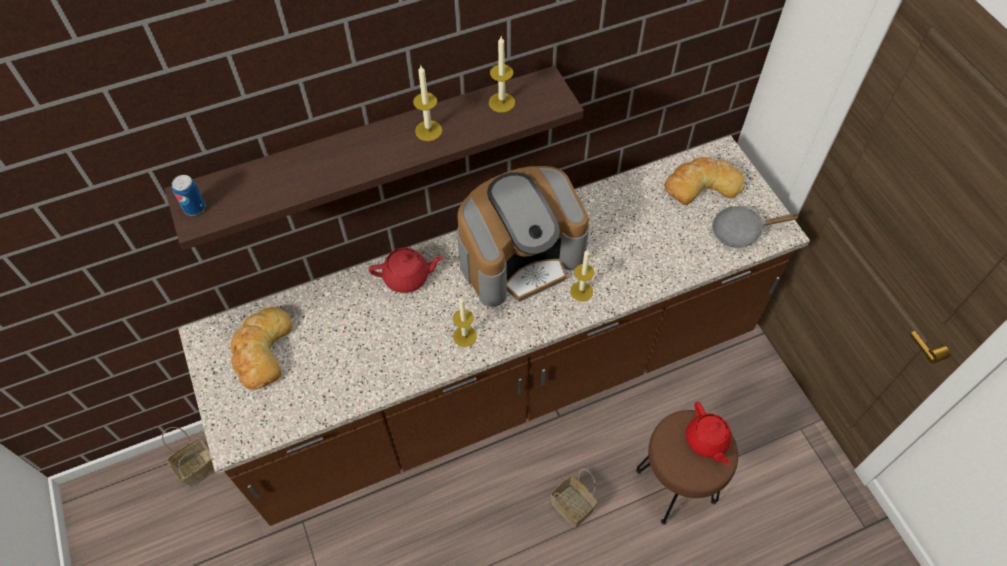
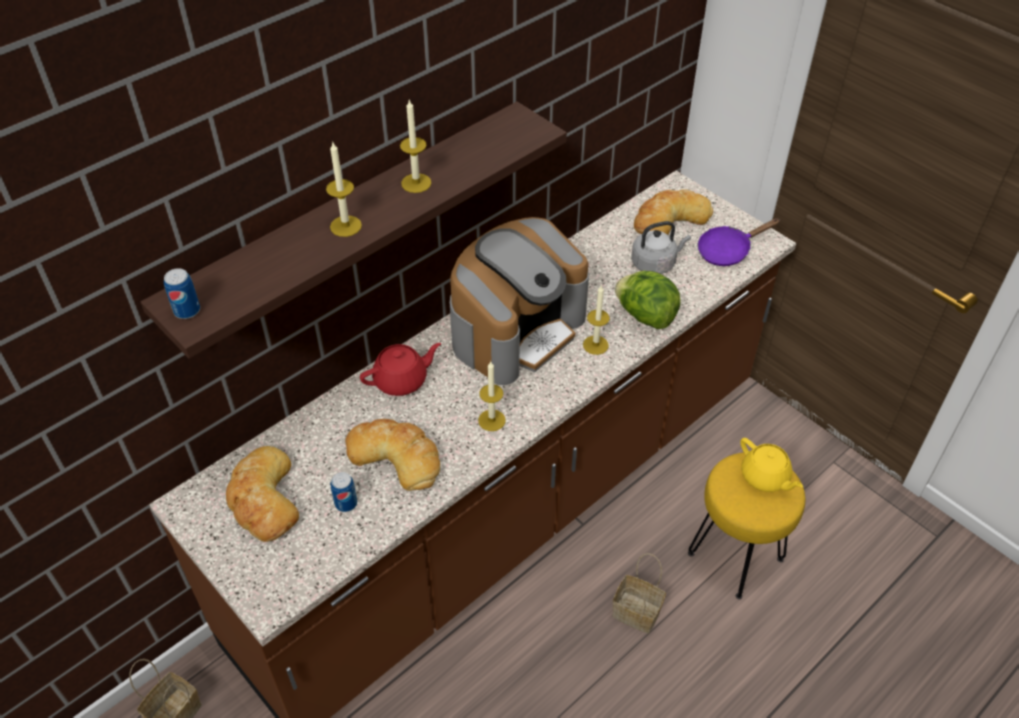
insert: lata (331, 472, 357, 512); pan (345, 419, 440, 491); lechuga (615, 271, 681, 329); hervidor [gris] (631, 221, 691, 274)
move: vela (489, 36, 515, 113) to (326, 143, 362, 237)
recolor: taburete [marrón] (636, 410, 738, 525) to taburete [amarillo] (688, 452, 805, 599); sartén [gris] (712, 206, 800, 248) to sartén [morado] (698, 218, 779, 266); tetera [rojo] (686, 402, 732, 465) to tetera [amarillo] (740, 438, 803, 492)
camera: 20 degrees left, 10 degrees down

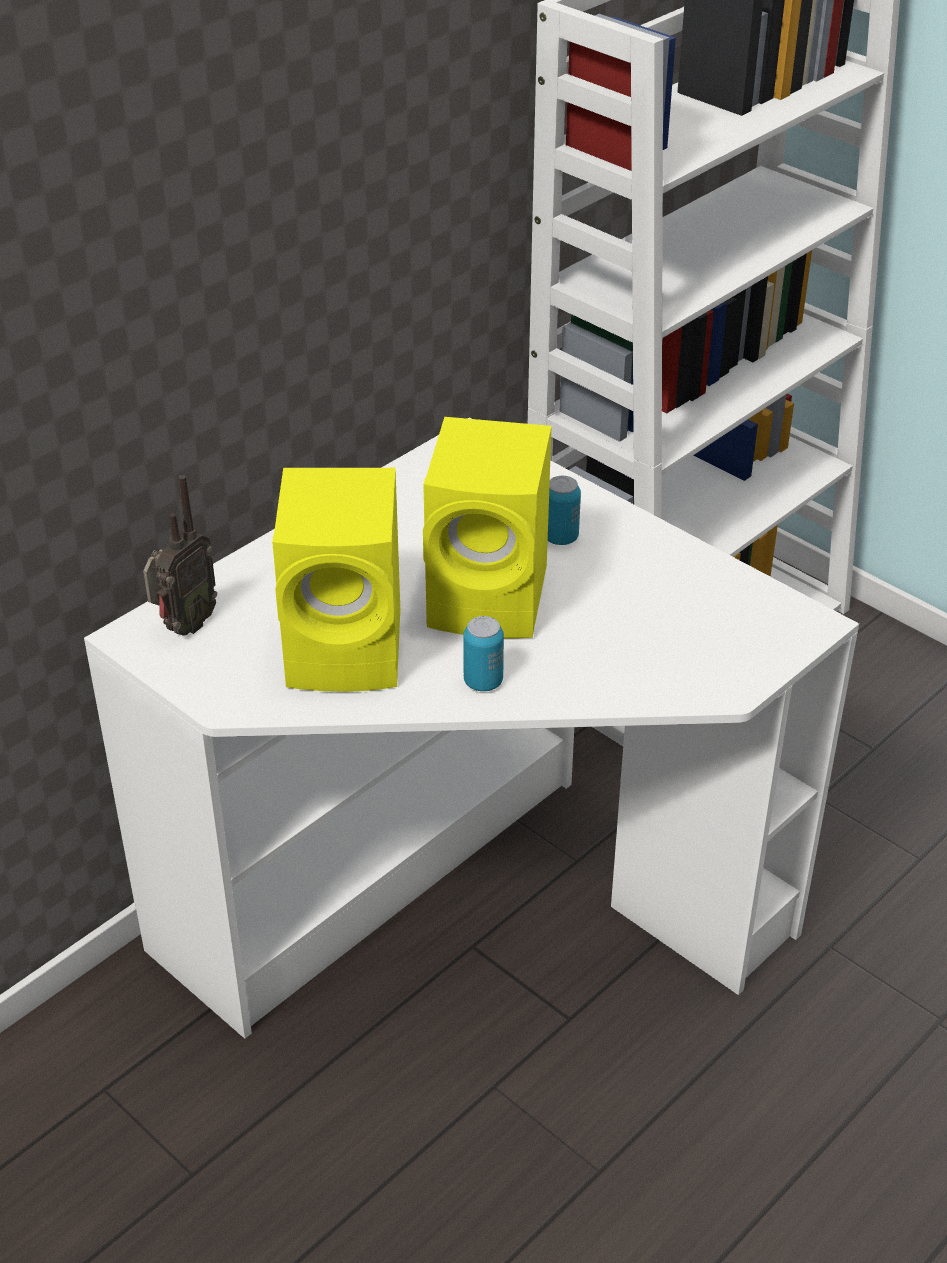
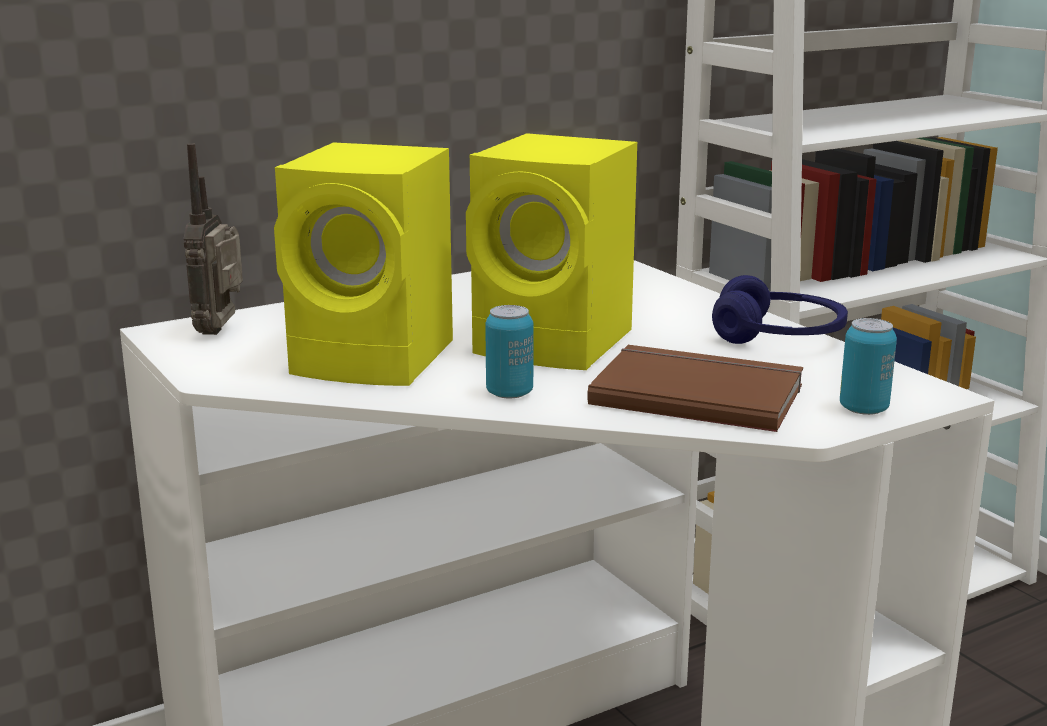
insert: libro [marrón] (587, 345, 803, 432); auriculares [azul] (712, 275, 848, 344)
move: lata (548, 476, 581, 545) to (840, 318, 897, 415)
rotate: radio (143, 475, 217, 636) = (183, 143, 243, 335) 135 degrees clockwise
camera: 15 degrees right, 20 degrees down

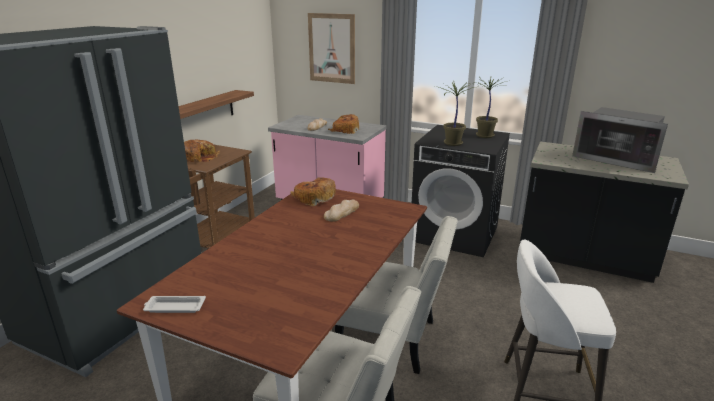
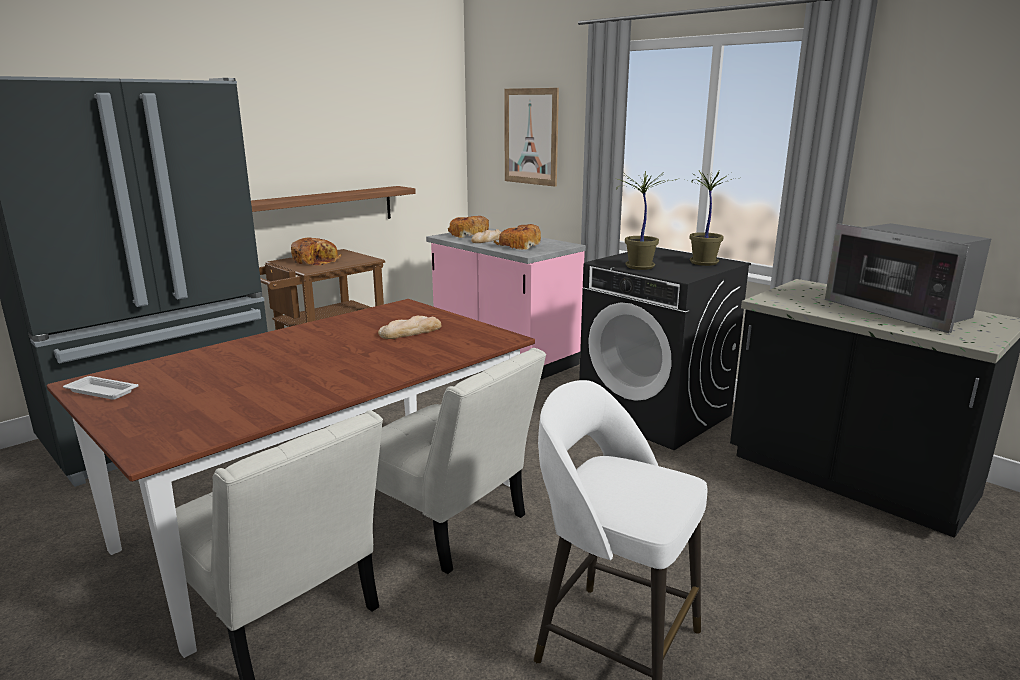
move: pan (290, 177, 336, 206) to (448, 216, 489, 238)
camera: 20 degrees right, 5 degrees down

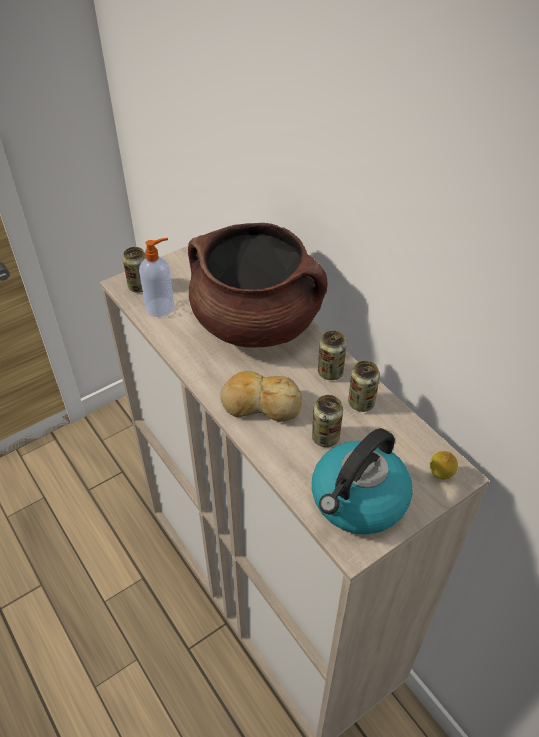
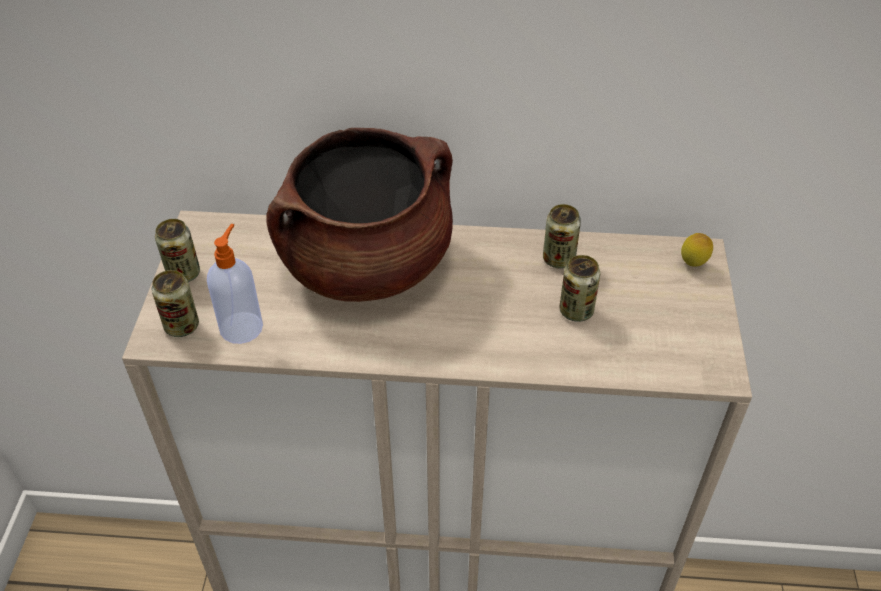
delete: pan (220, 371, 302, 422); hervidor (312, 428, 413, 534)
move: lata (318, 331, 347, 380) to (155, 219, 200, 282)
camera: 50 degrees left, 0 degrees up

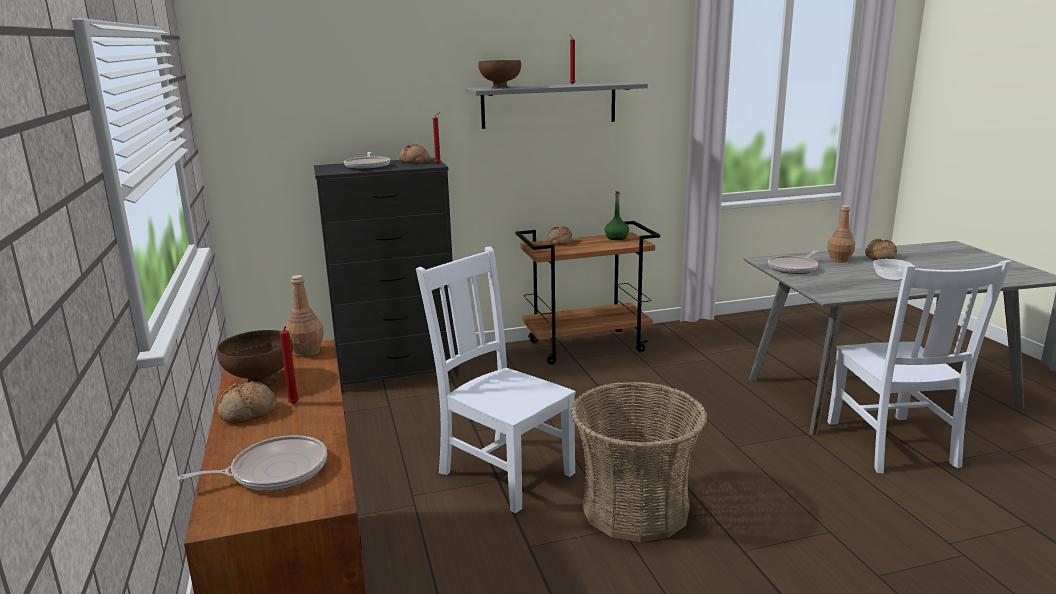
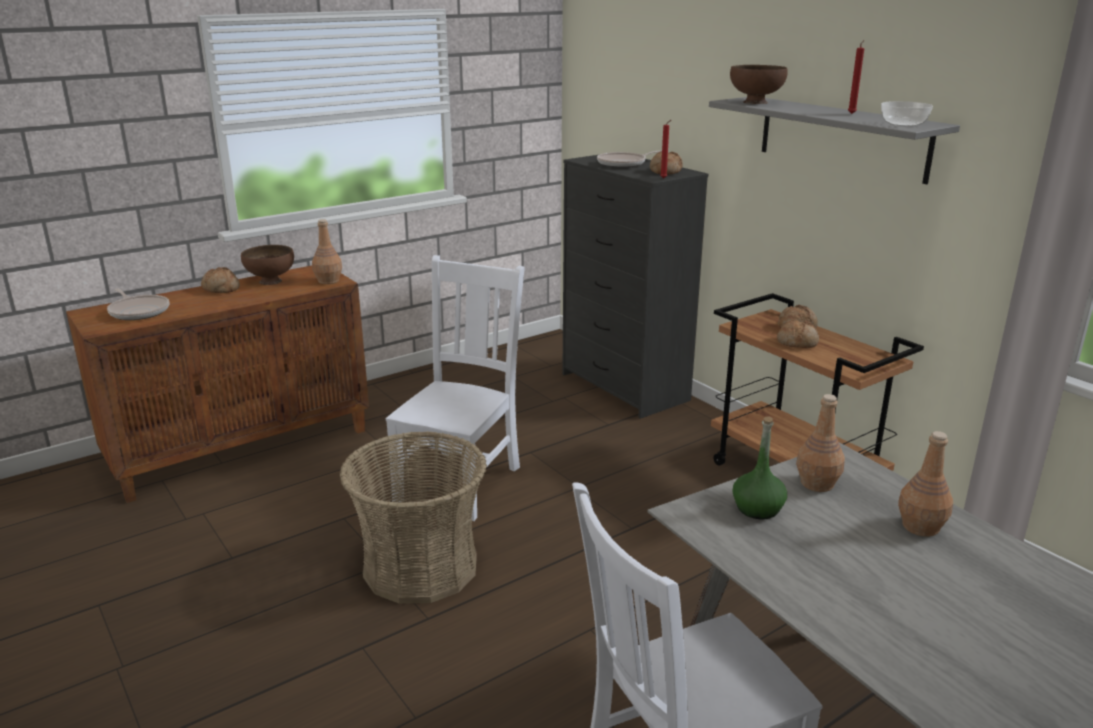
delete: vela [rojo] (280, 326, 299, 404)
move: botella [verde] (605, 191, 629, 240) to (732, 416, 787, 519); pan (865, 239, 897, 260) to (777, 319, 819, 348); cuenco (873, 259, 913, 281) to (881, 101, 933, 127)
replace: sartén (768, 251, 818, 274) to botella [marrón] (796, 394, 845, 492)
camera: 70 degrees right, 5 degrees up

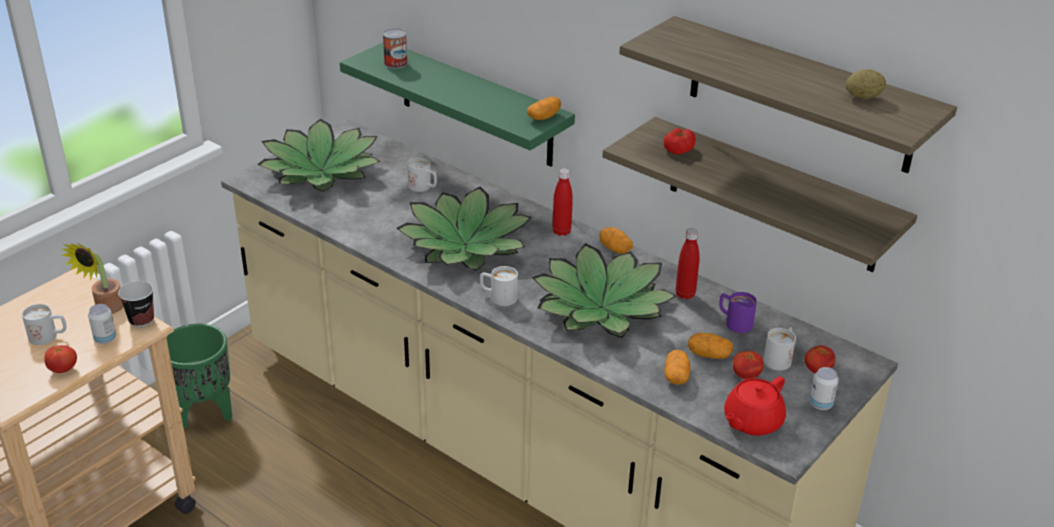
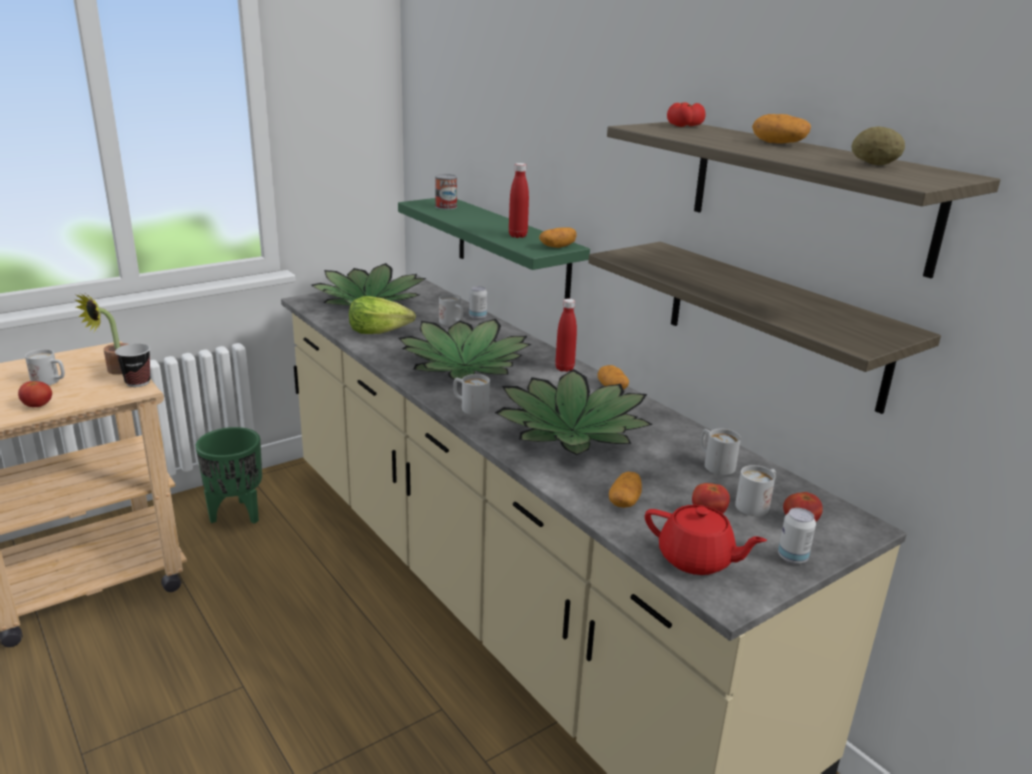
insert: lechuga (349, 296, 416, 334)
move: lata (88, 304, 116, 344) to (469, 286, 487, 319); botella [rojo] (676, 228, 699, 299) to (509, 163, 529, 238); tomate (663, 128, 696, 154) to (667, 102, 706, 127); patata (688, 333, 733, 359) to (752, 114, 811, 144)
recolor: taza grande [morado] (719, 292, 757, 333) to taza grande [blanco] (701, 429, 741, 475)
rotate: tetera [rojo] (724, 377, 786, 436) = (645, 505, 767, 575) 120 degrees counterclockwise
camera: 15 degrees right, 10 degrees down

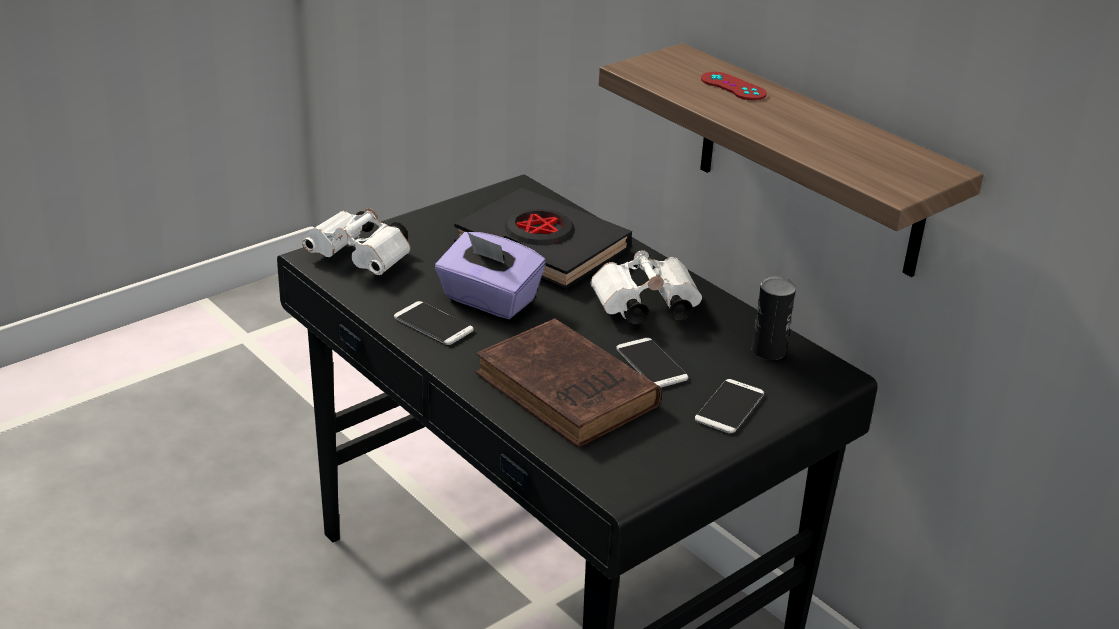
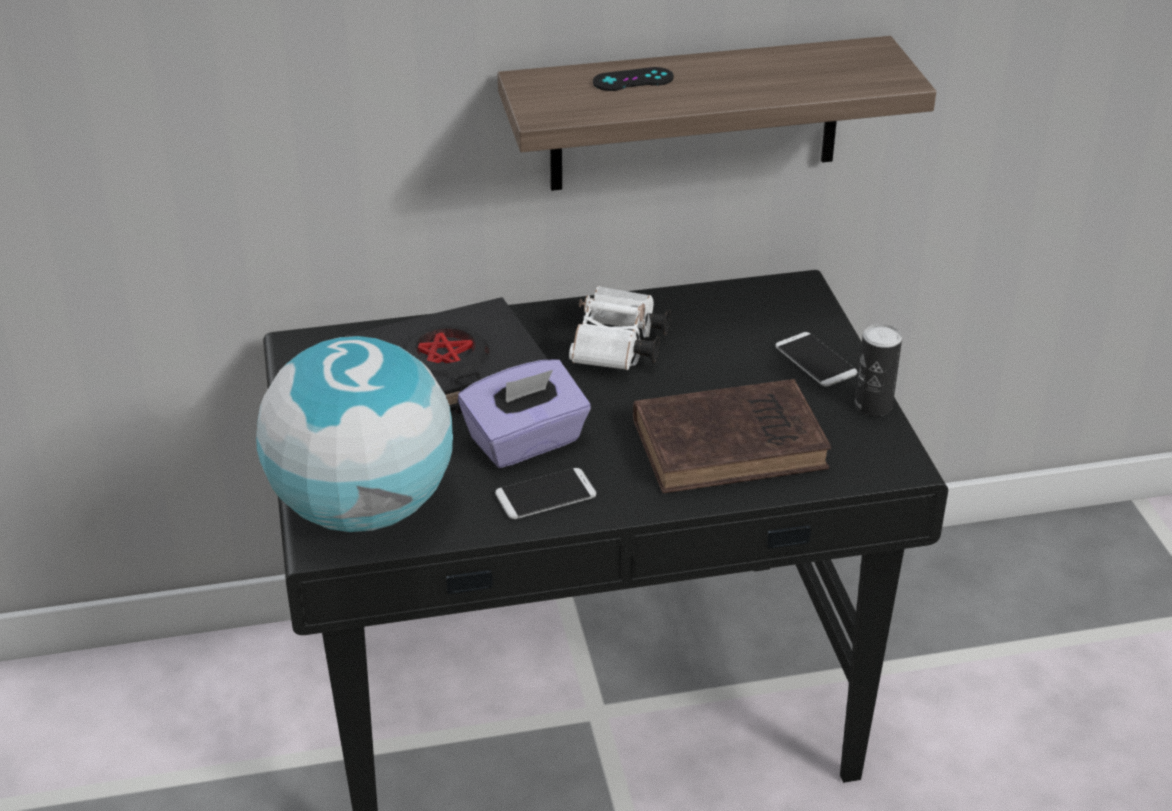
delete: móvil (616, 338, 688, 388)
move: lata (752, 276, 796, 360) to (855, 324, 902, 416)
replace: prismáticos [blanco] (302, 208, 411, 275) to globo terráqueo (256, 336, 453, 532)
recolor: mando de consola [rojo] (701, 72, 767, 100) to mando de consola [negro] (593, 67, 674, 91)
camera: 60 degrees left, 5 degrees up

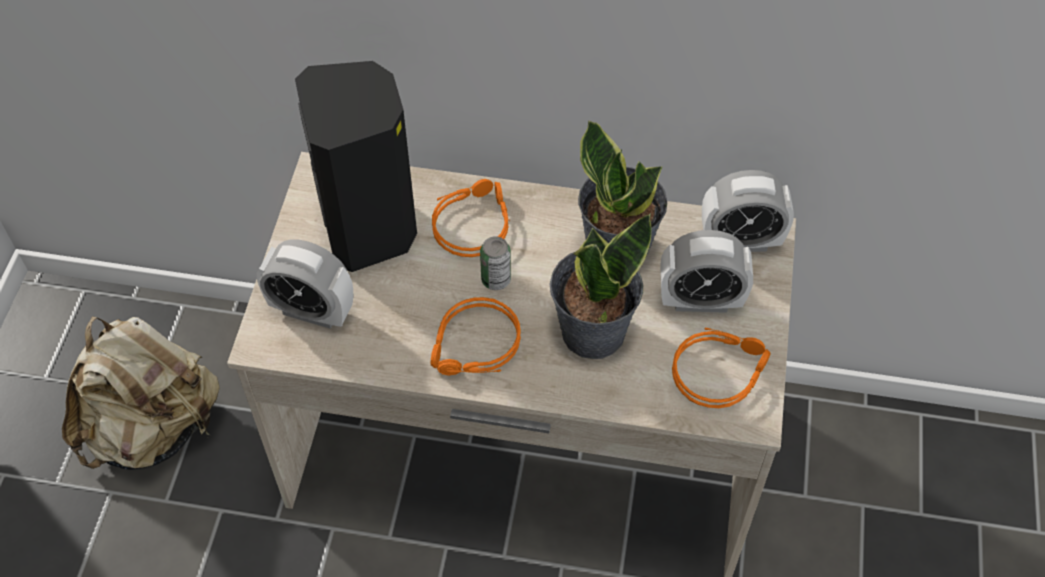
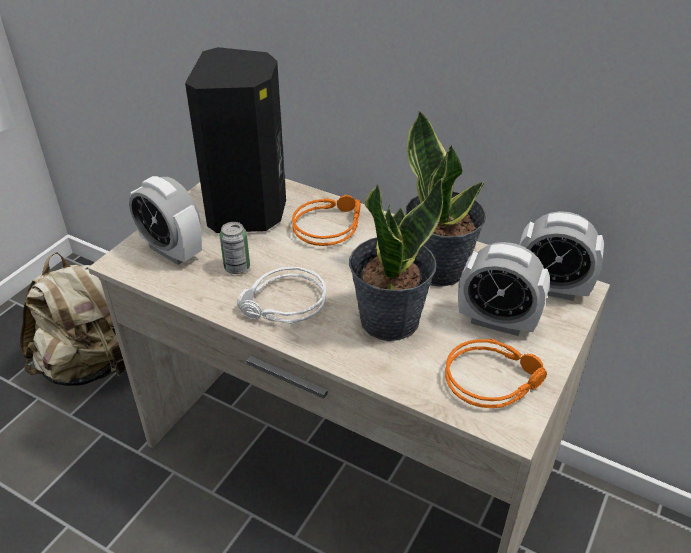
move: lata (480, 236, 511, 290) to (220, 222, 250, 274)
recolor: auriculares [naranja] (431, 297, 521, 376) to auriculares [blanco] (237, 267, 326, 324)
camera: 20 degrees right, 15 degrees down

